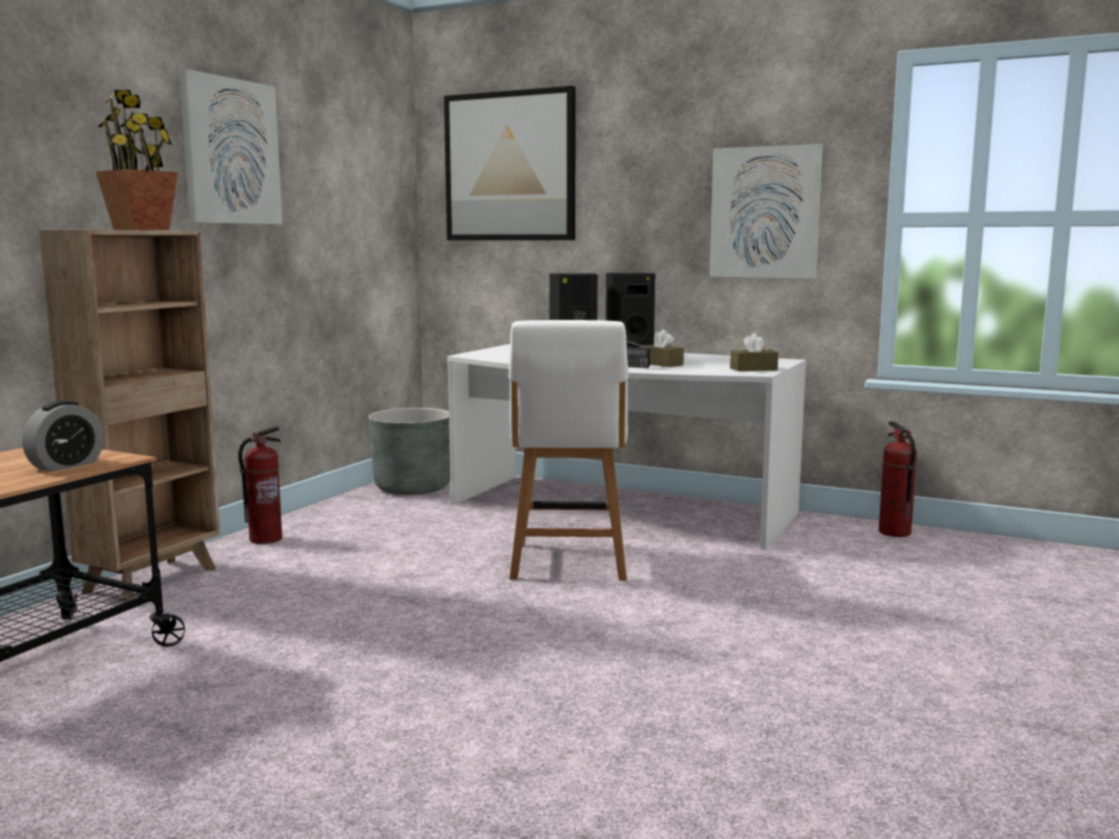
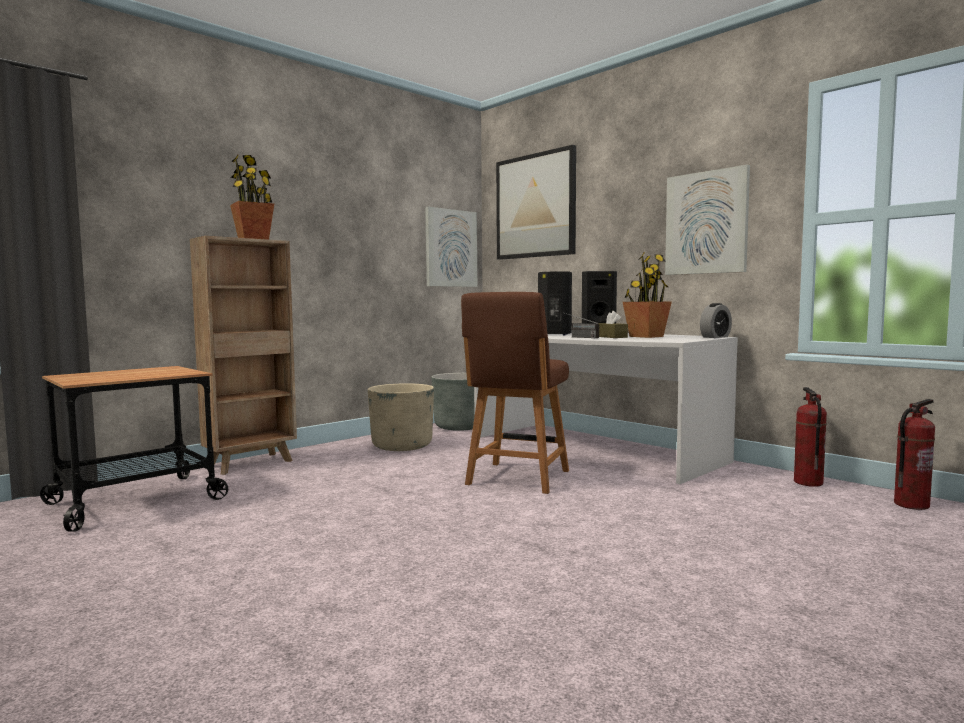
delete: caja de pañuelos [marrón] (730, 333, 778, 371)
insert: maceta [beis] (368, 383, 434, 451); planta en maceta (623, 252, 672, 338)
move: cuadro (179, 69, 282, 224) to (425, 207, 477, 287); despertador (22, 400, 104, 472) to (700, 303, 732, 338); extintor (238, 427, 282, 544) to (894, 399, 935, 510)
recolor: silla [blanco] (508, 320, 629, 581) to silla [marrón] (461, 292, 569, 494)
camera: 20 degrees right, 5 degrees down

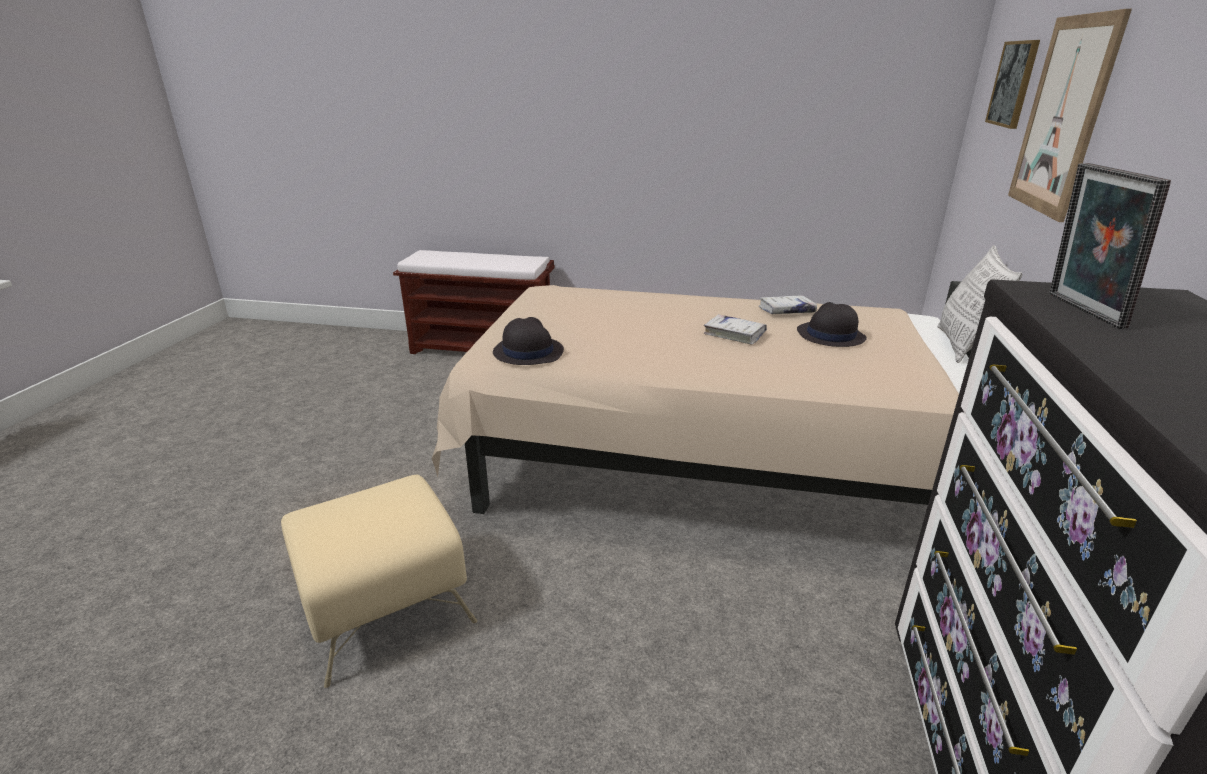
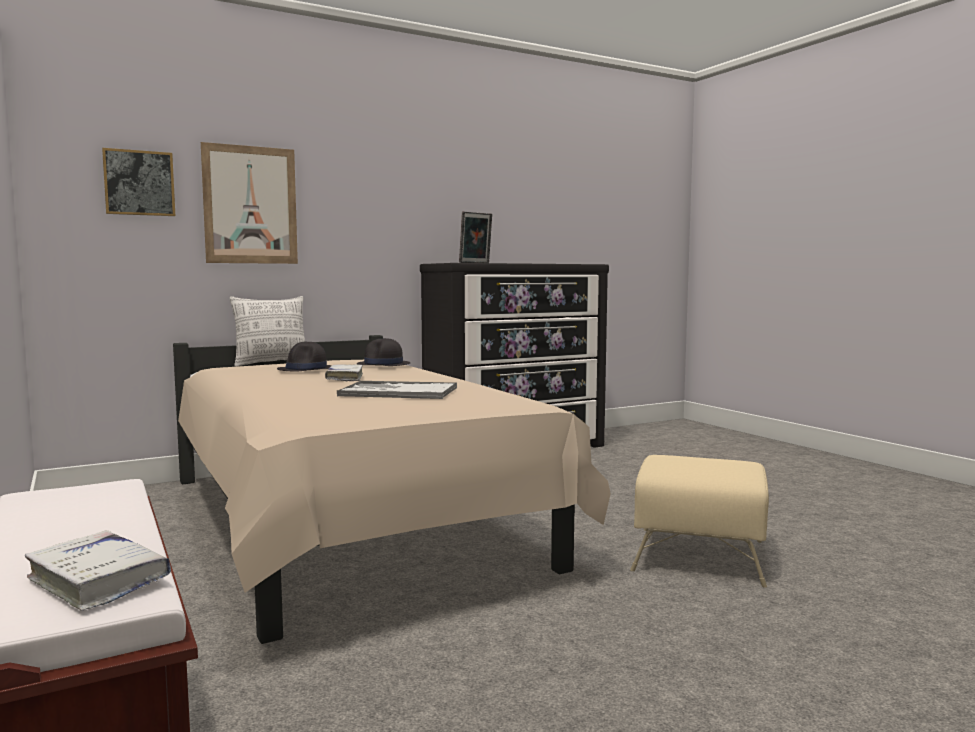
insert: bandeja (337, 381, 457, 399)
move: libro [blanco] (759, 295, 817, 314) to (25, 531, 171, 610); sombrero [negro] (493, 317, 564, 365) to (357, 338, 411, 366)
camera: 130 degrees left, 20 degrees down

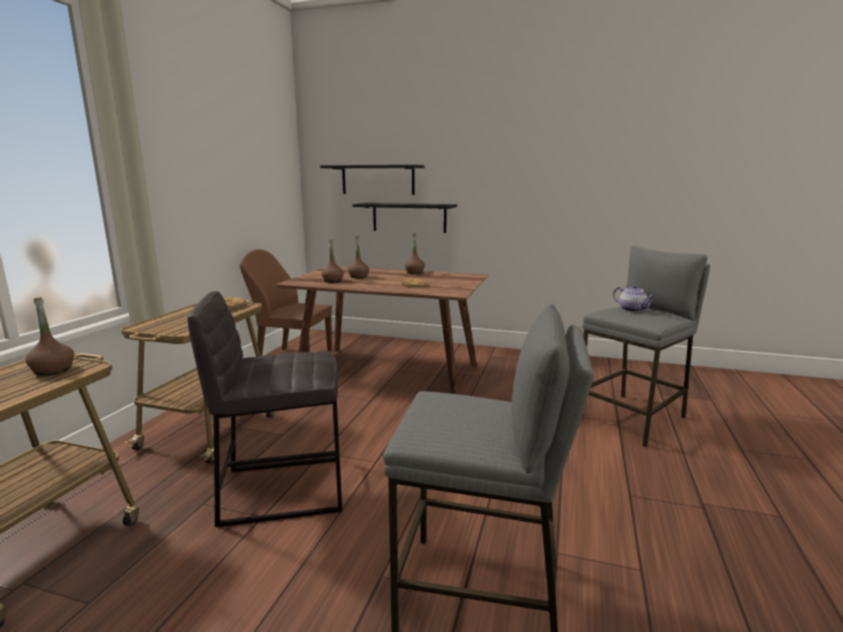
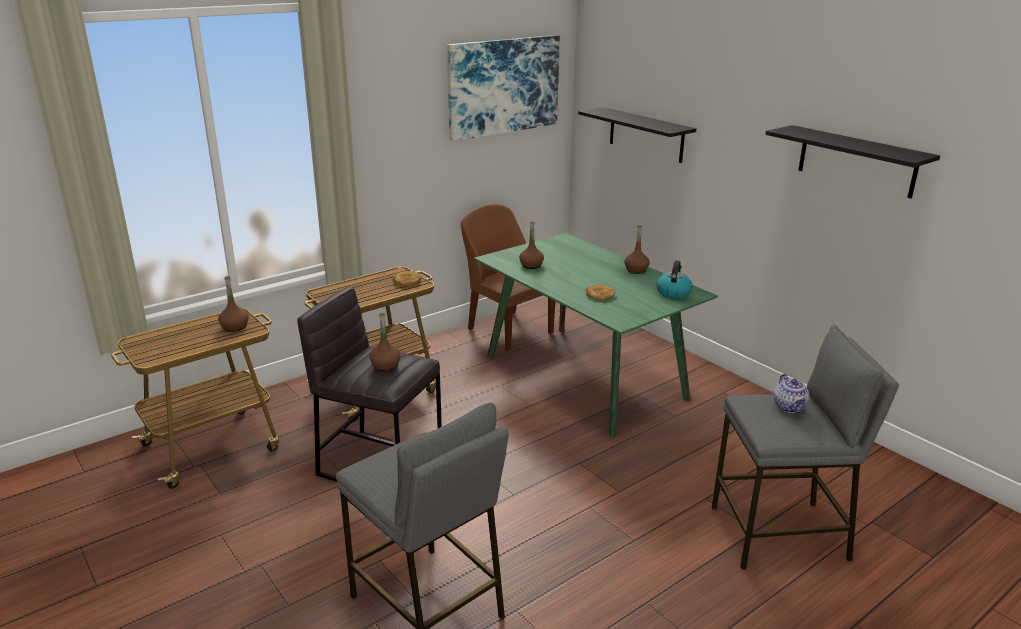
insert: cuadro (447, 35, 560, 141); hervidor (656, 260, 693, 299)
move: botella [marrón] (348, 236, 369, 278) to (369, 312, 401, 371); estante [negro] (352, 203, 457, 233) to (765, 125, 940, 198)
recolor: mesa de comedor [marrón] (275, 266, 489, 394) to mesa de comedor [verde] (474, 233, 718, 437)
camera: 35 degrees right, 10 degrees up

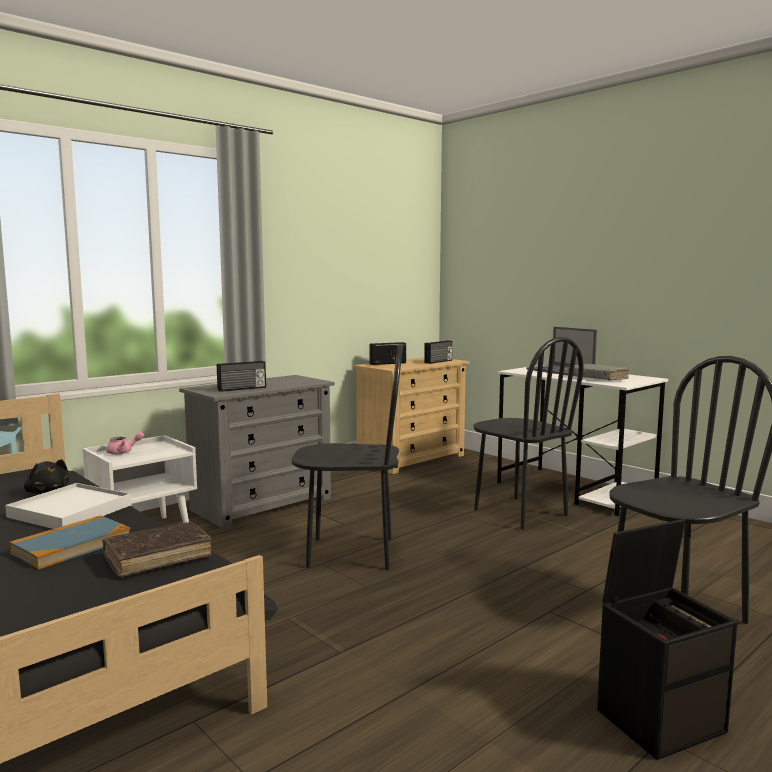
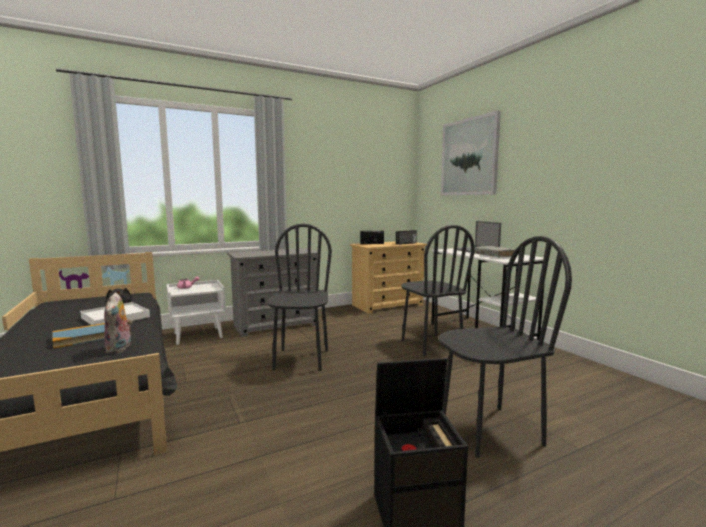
delete: radio (217, 361, 266, 392)
insert: cuadro (441, 111, 501, 195)
replace: libro [marrón] (102, 522, 212, 577) to peluche (104, 293, 132, 353)
rotate: silla [negro] (291, 344, 403, 570) = (267, 224, 332, 371) 105 degrees counterclockwise
camera: 15 degrees right, 0 degrees up

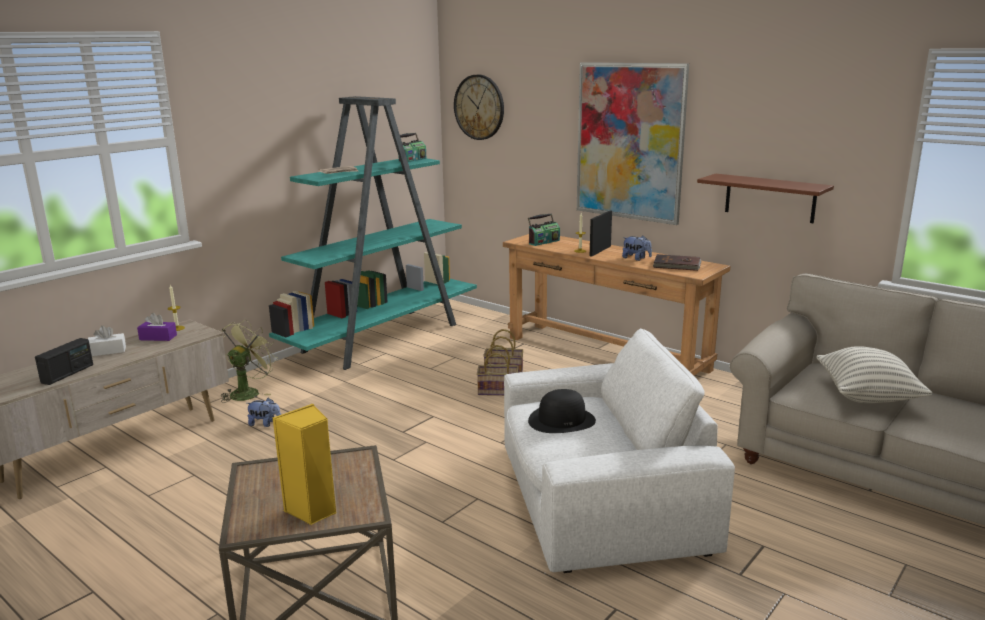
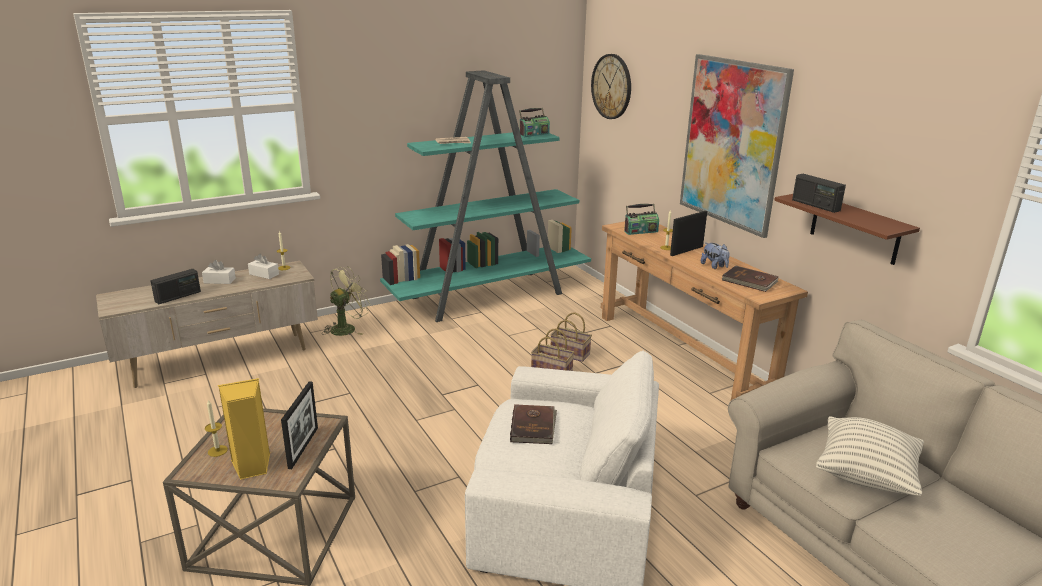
delete: peluche (247, 398, 281, 427)
insert: vela (205, 400, 228, 457); portarretratos (281, 381, 318, 469); radio (792, 174, 846, 213)
replace: sombrero [negro] (528, 389, 596, 433) to libro [marrón] (510, 404, 557, 444)
recolor: caja de pañuelos [morado] (137, 313, 177, 341) to caja de pañuelos [blanco] (248, 254, 279, 279)
camera: 20 degrees right, 5 degrees up

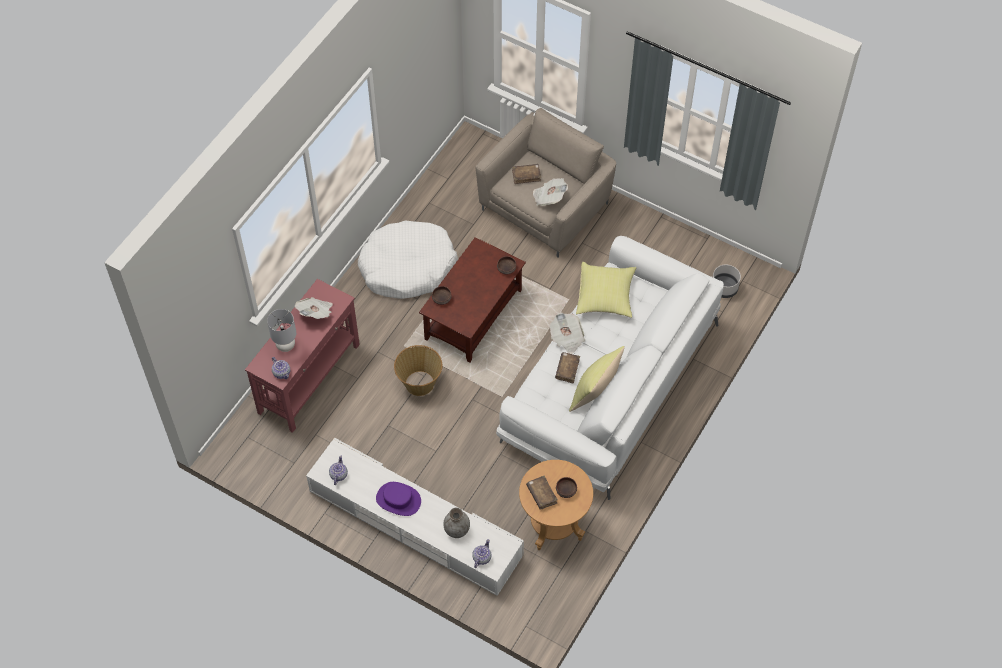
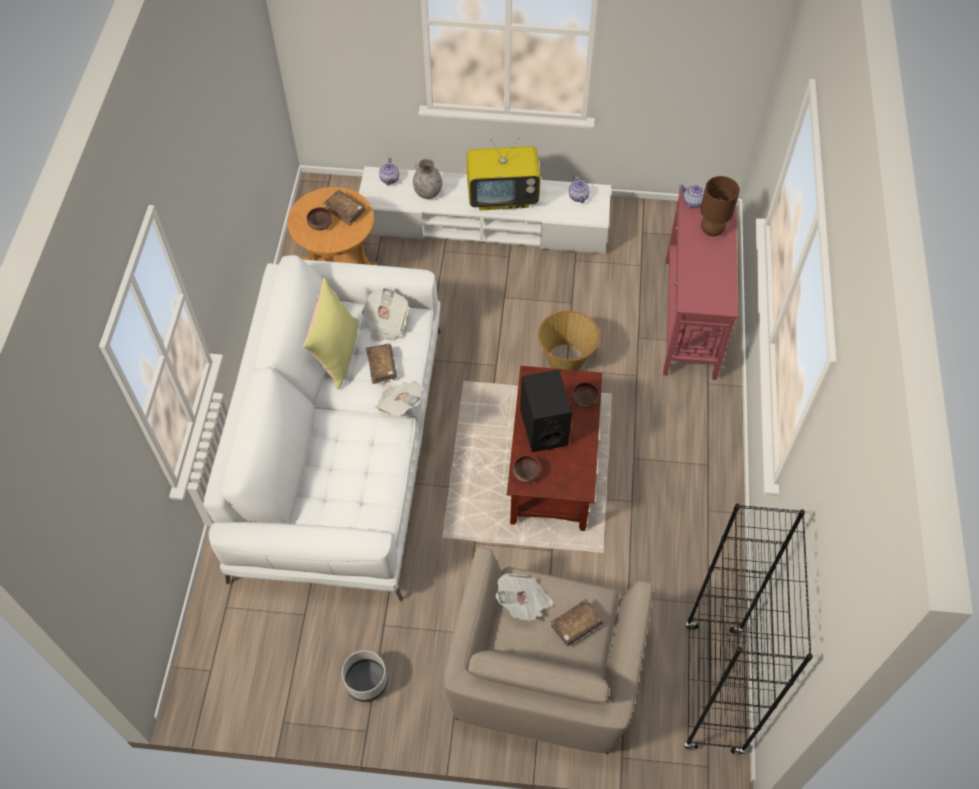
delete: cama para perro [blanco] (358, 220, 458, 299); cojín [amarillo] (576, 262, 636, 318)
insert: altavoz [negro] (520, 370, 572, 452); estantería [negro] (684, 503, 813, 756)
move: maceta [gris] (713, 265, 741, 298) to (342, 650, 388, 702); periódico (295, 297, 333, 319) to (362, 287, 409, 342)
replace: sombrero [morado] (376, 482, 421, 516) to televisor (467, 137, 541, 210)
recolor: lámpara de mesa [gris] (267, 309, 296, 352) to lámpara de mesa [marrón] (700, 176, 740, 236)
camera: 155 degrees right, 0 degrees up

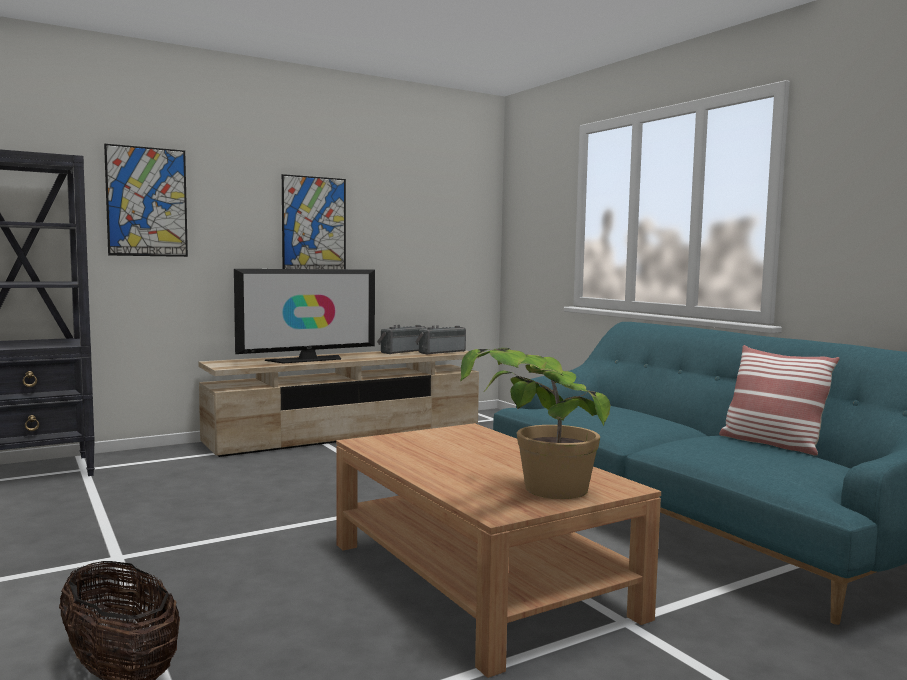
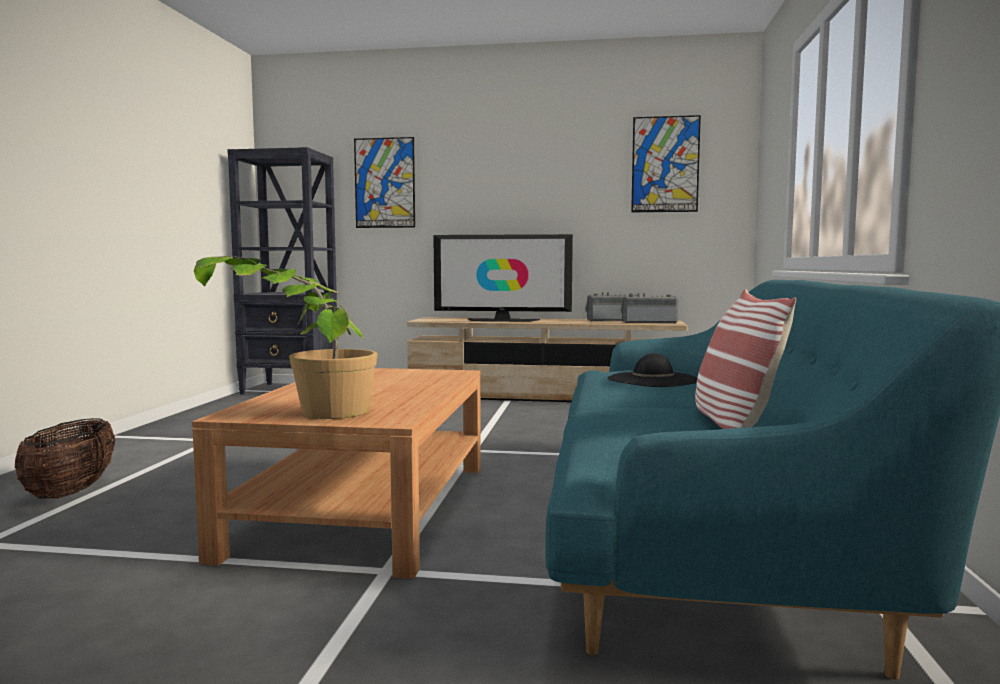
insert: sombrero [negro] (607, 353, 697, 387)
move: cuadro (282, 174, 346, 269) to (631, 115, 701, 212)
camera: 40 degrees right, 0 degrees up

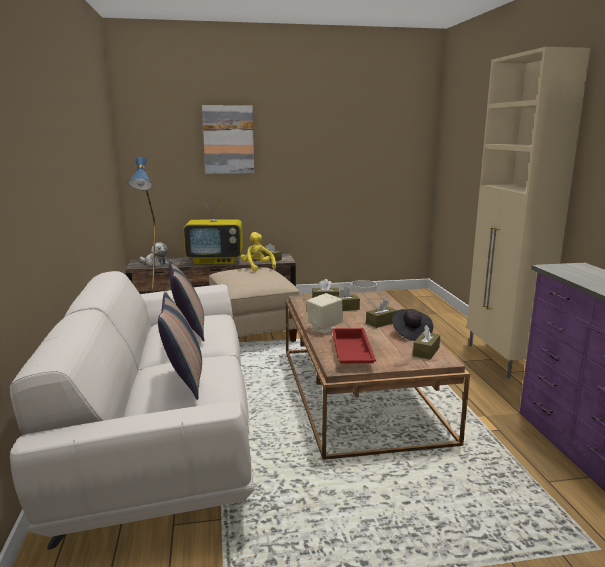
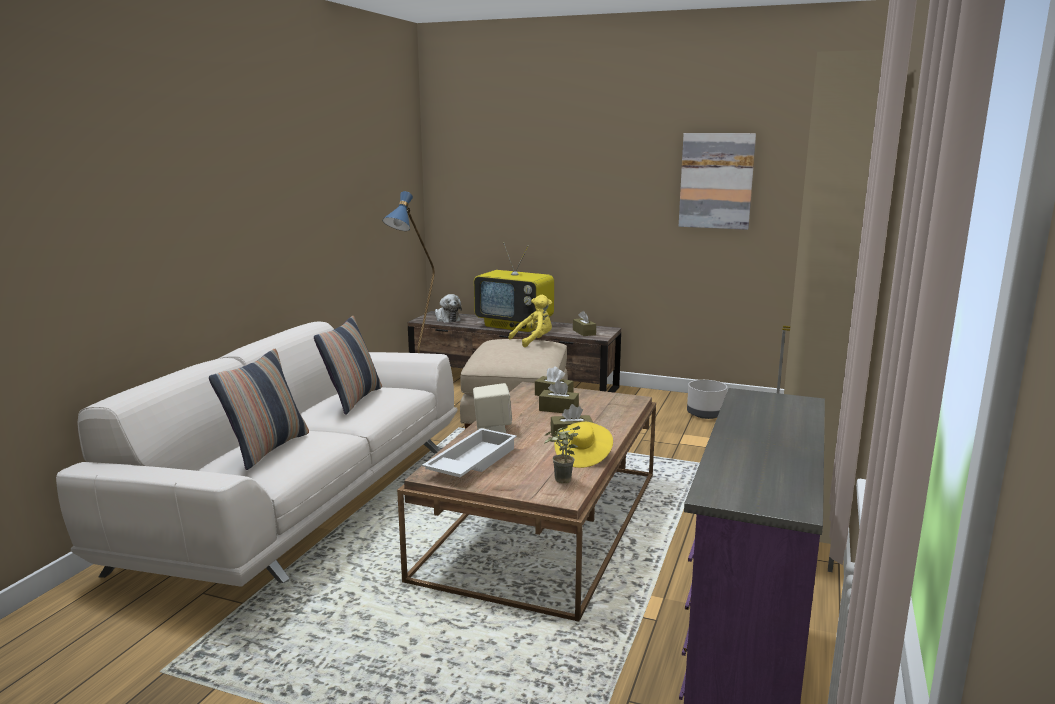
move: cuadro (202, 105, 254, 174) to (679, 133, 756, 230)
replace: caja de pañuelos [marrón] (413, 325, 440, 360) to planta en maceta (544, 426, 580, 484)
recolor: bandeja [rojo] (332, 328, 376, 363) to bandeja [blanco] (422, 428, 517, 477); sombrero [negro] (392, 309, 433, 341) to sombrero [amarillo] (554, 422, 613, 468)
rotate: peluche [amarillo] (240, 232, 276, 272) = (509, 295, 552, 347) 60 degrees clockwise
camera: 30 degrees right, 0 degrees up

